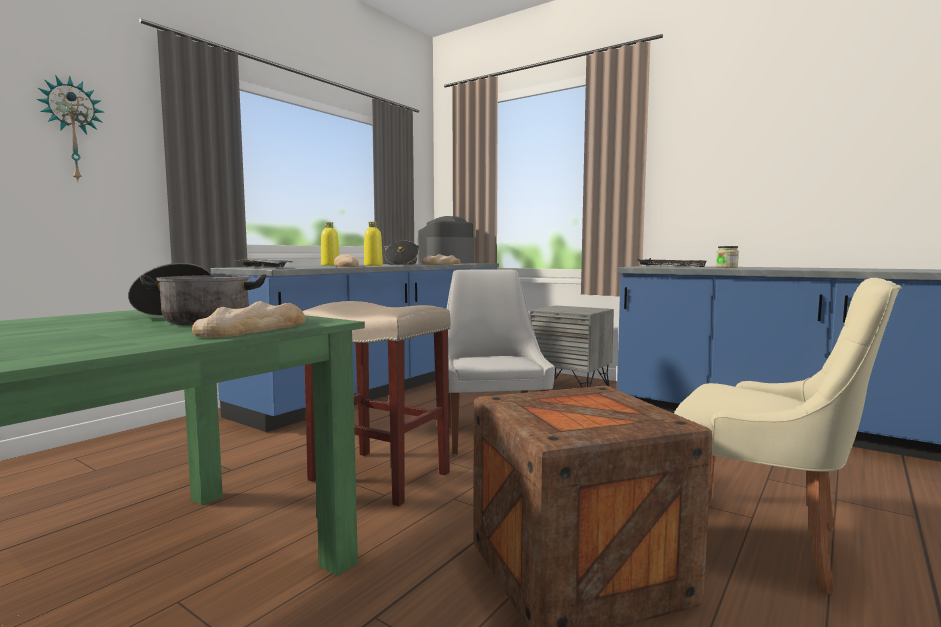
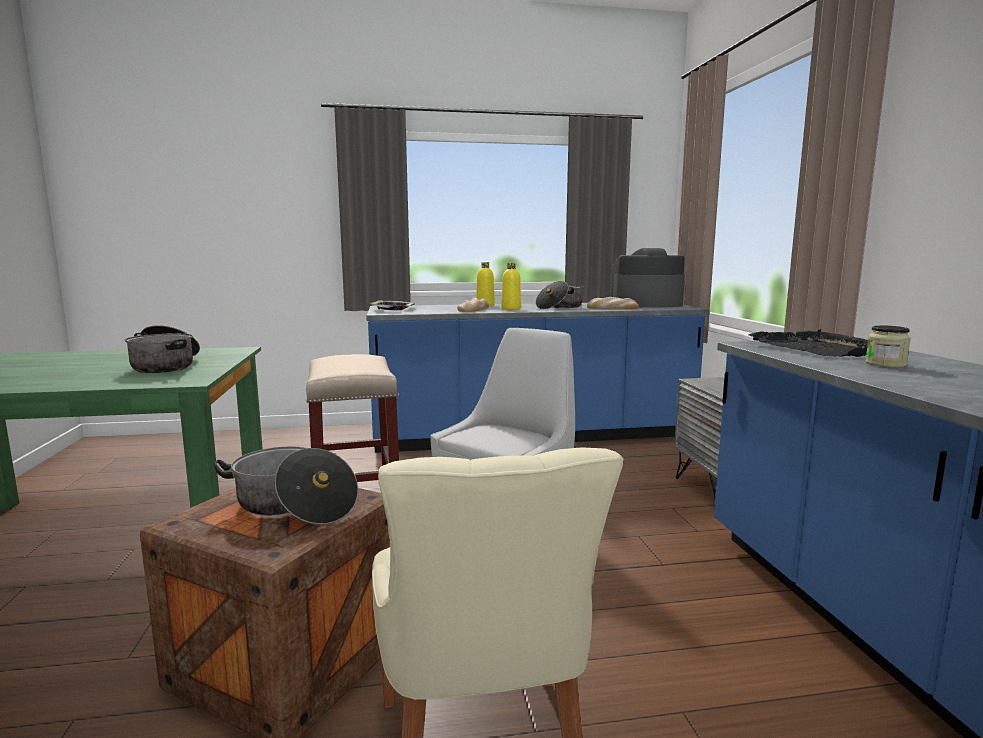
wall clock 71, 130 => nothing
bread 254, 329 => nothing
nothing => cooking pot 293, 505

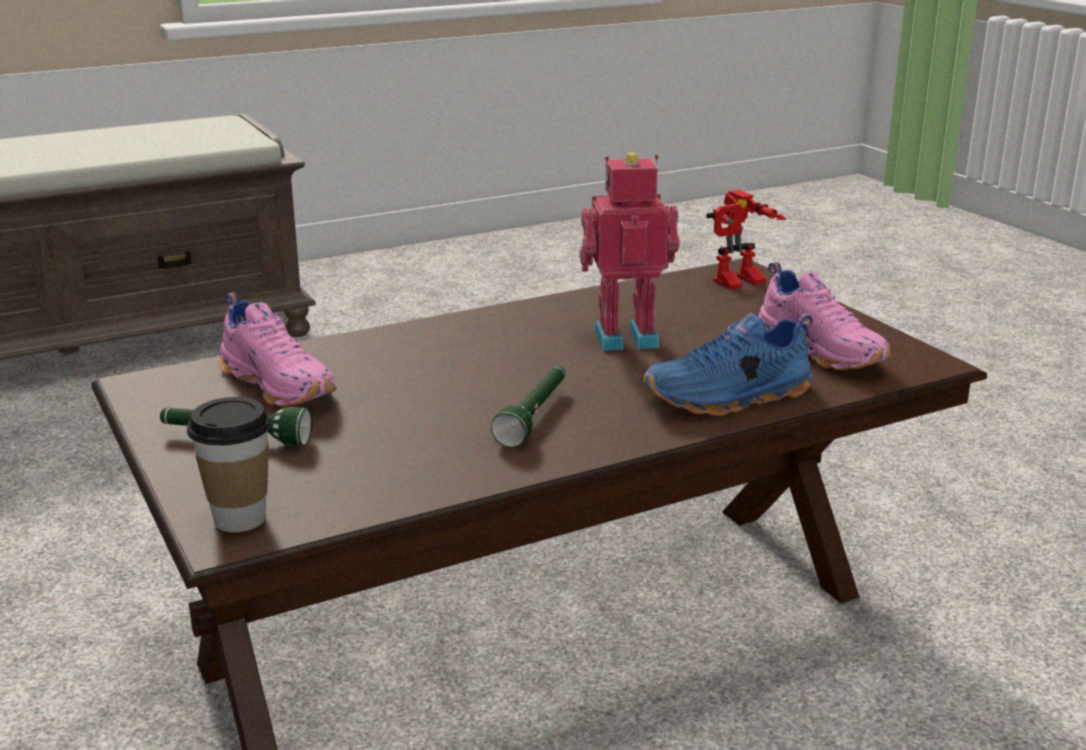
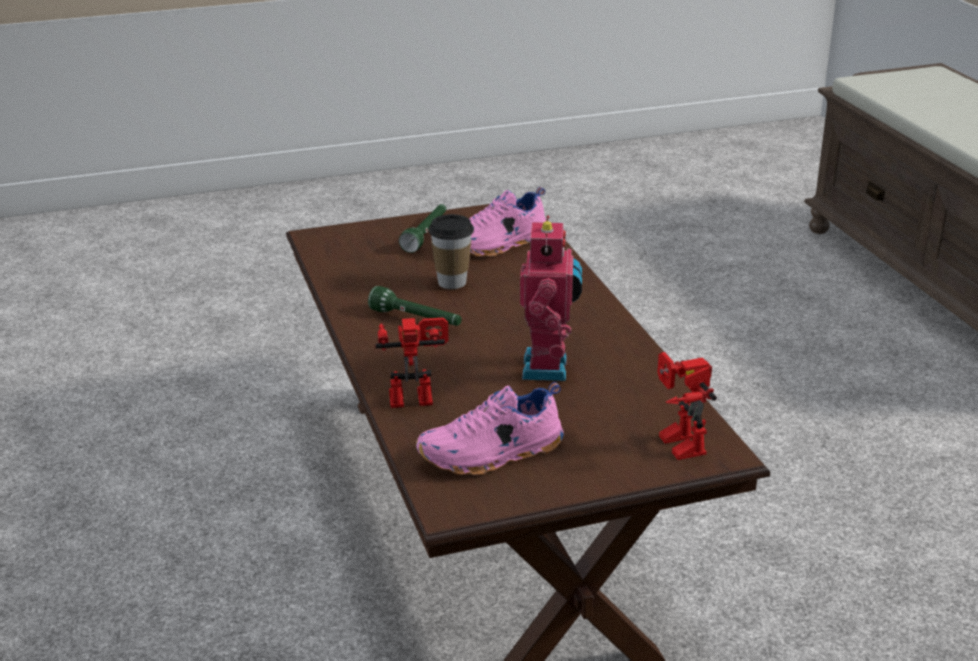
cup 240, 519 => cup 452, 282, moved
blue shoe 730, 398 => toy robot 413, 395

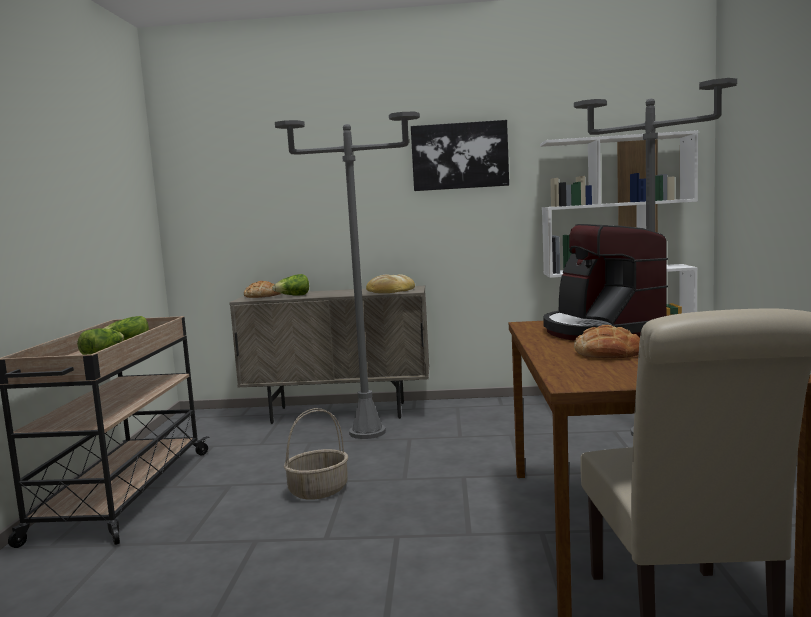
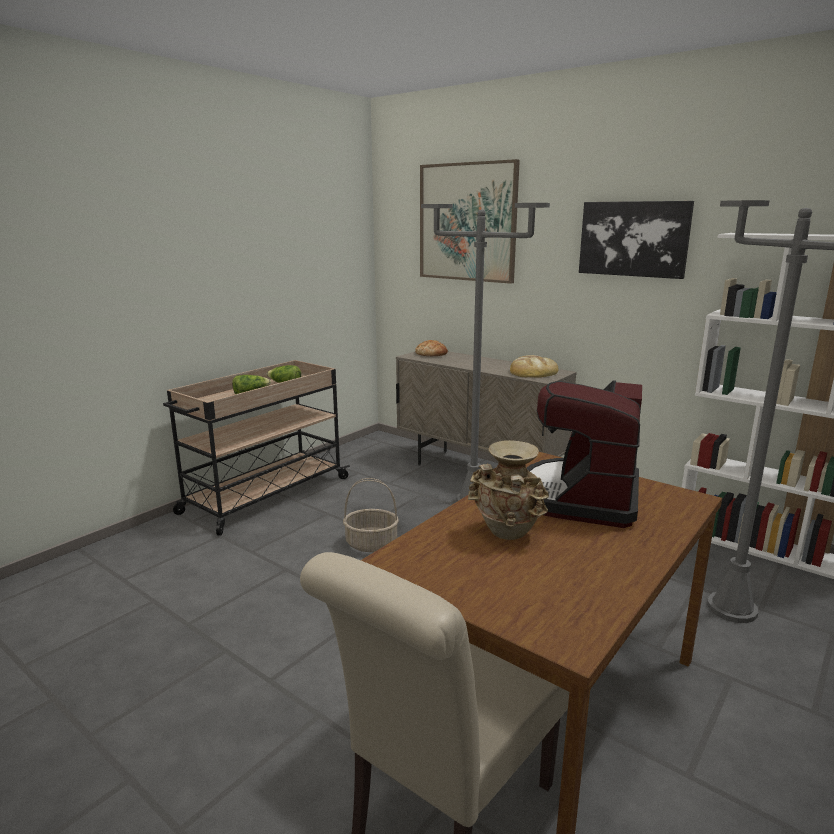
lettuce 293, 296 => nothing
nothing => picture 467, 222
bread 608, 353 => beige vase 507, 533

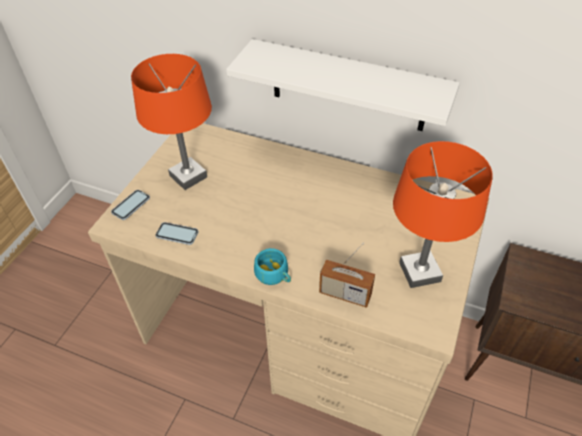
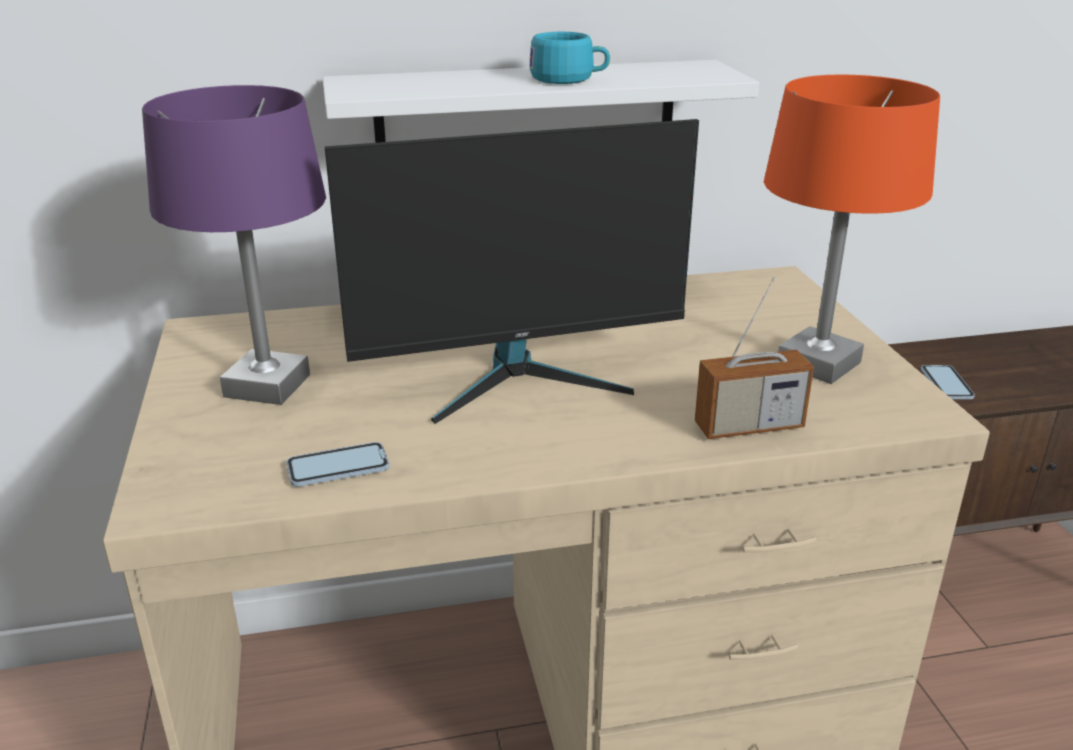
nothing => monitor 520, 378
phone 131, 205 => phone 946, 384, moved
turquoise cup 274, 275 => turquoise cup 569, 79, moved
orange table lamp 188, 177 => purple table lamp 267, 386

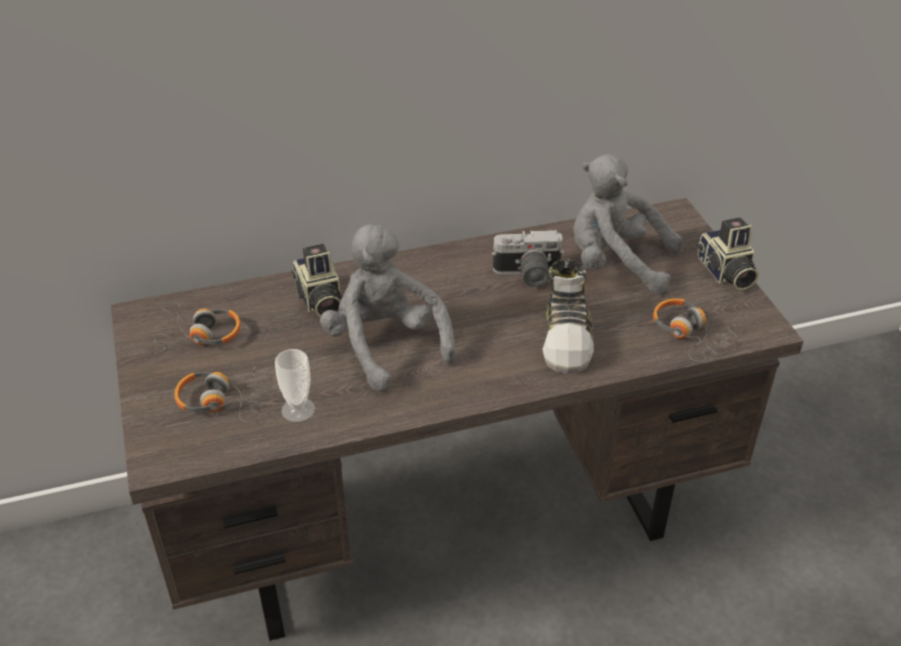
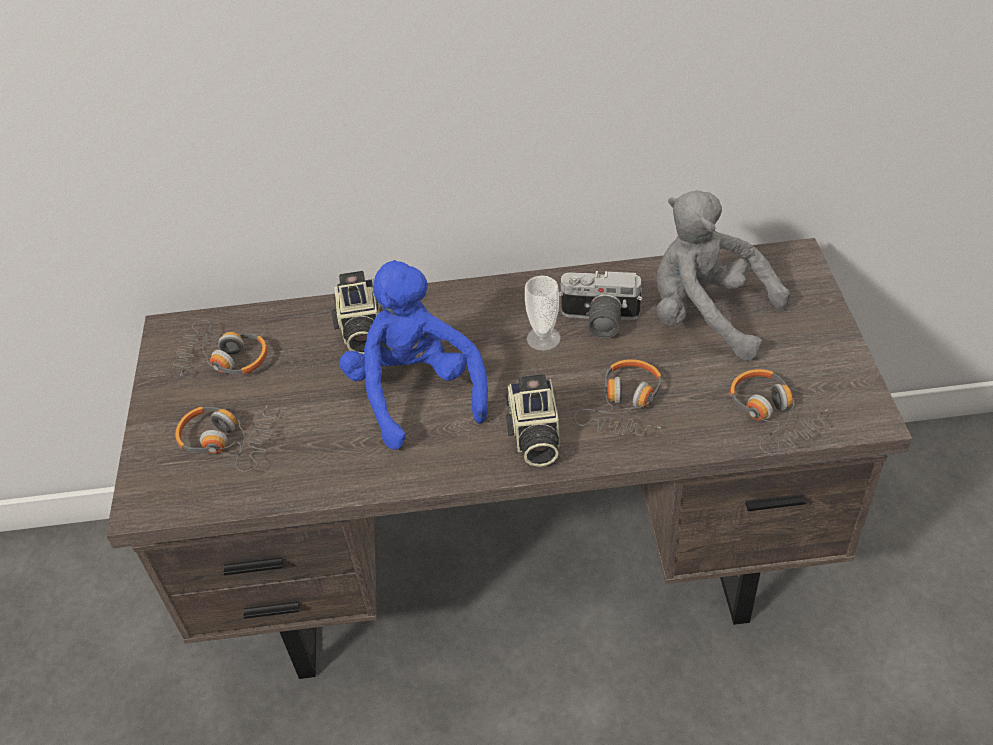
cup 298, 410 => cup 543, 338, moved
photo camera 725, 273 => photo camera 533, 436, moved
shoe 568, 338 => headphones 625, 406
grey plush toy 384, 345 => blue plush toy 416, 392

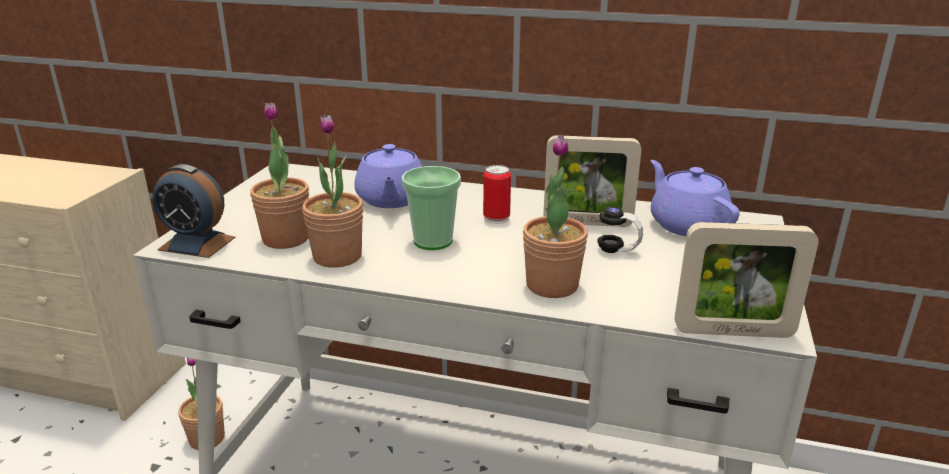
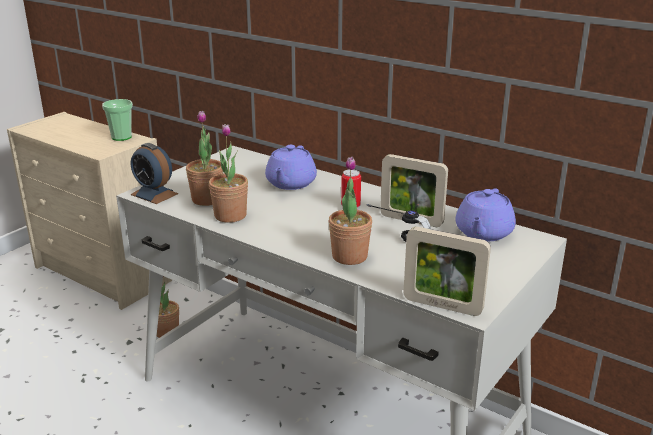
cup 433, 241 => cup 121, 137, moved
purple teapot 686, 225 => purple teapot 483, 233, 150 degrees counterclockwise

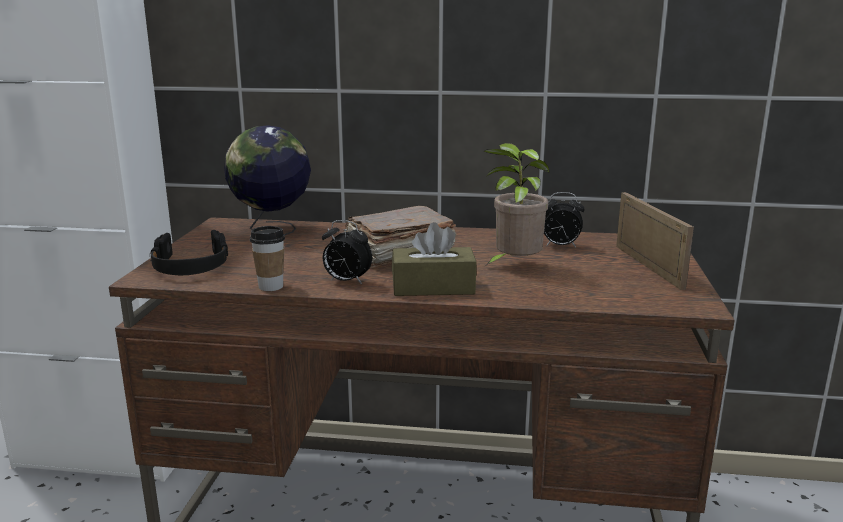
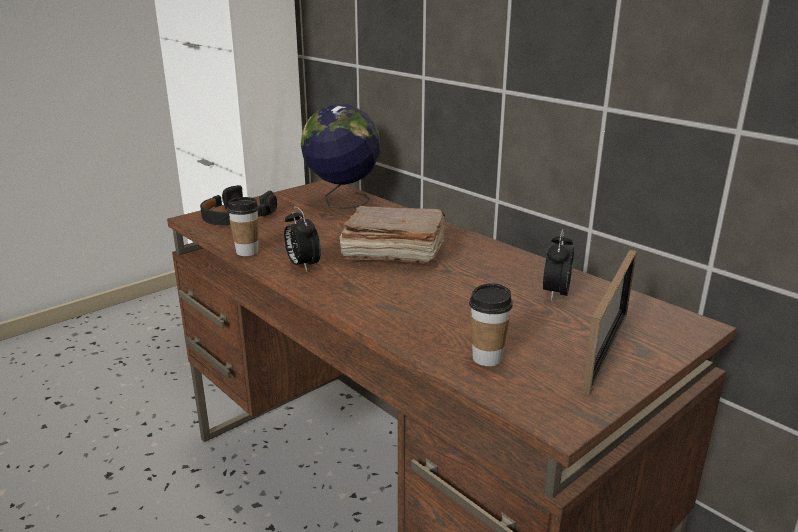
brown tissue box 433, 287 => nothing
potted plant 514, 266 => nothing
nothing => cup 487, 358
alarm clock 560, 246 => alarm clock 555, 293, 60 degrees clockwise

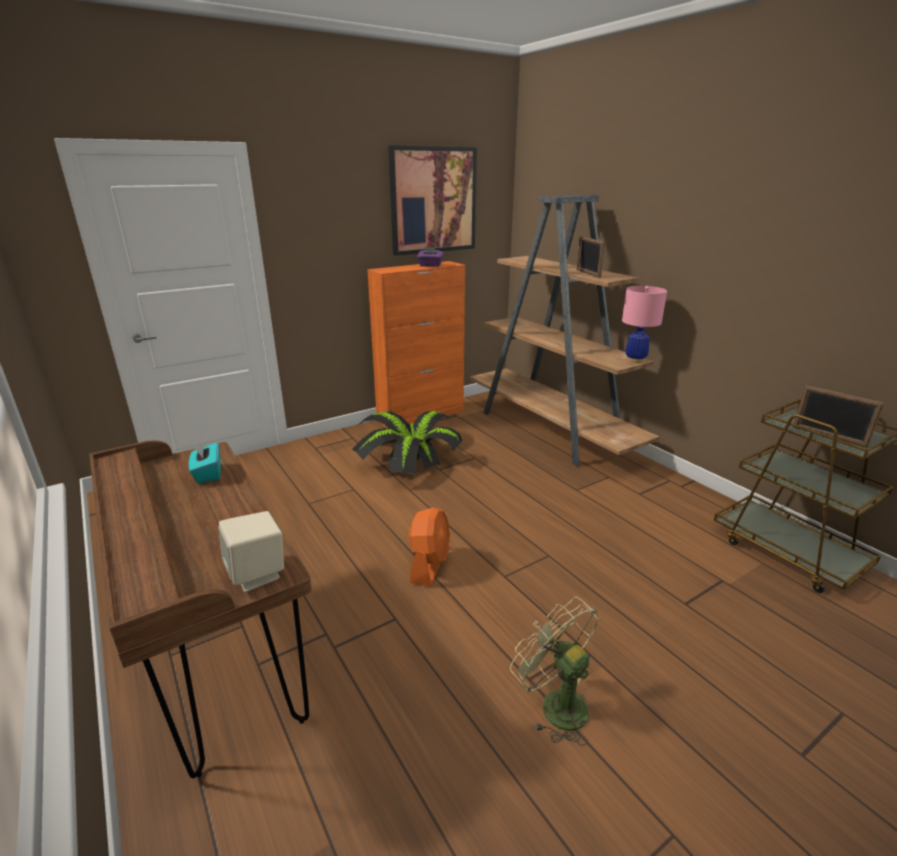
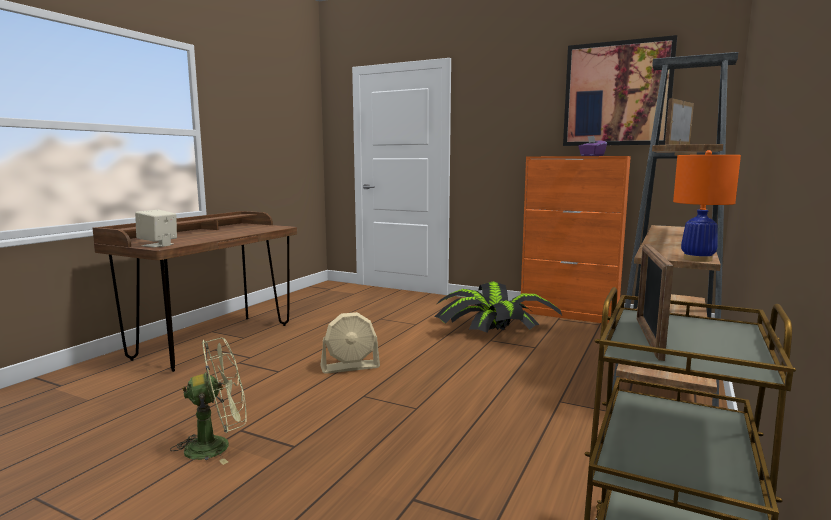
turquoise tissue box 208, 473 => nothing
orange fan 429, 564 => beige fan 350, 367
pink table lamp 635, 360 => orange table lamp 698, 259
green fan 555, 703 => green fan 217, 446, 45 degrees clockwise

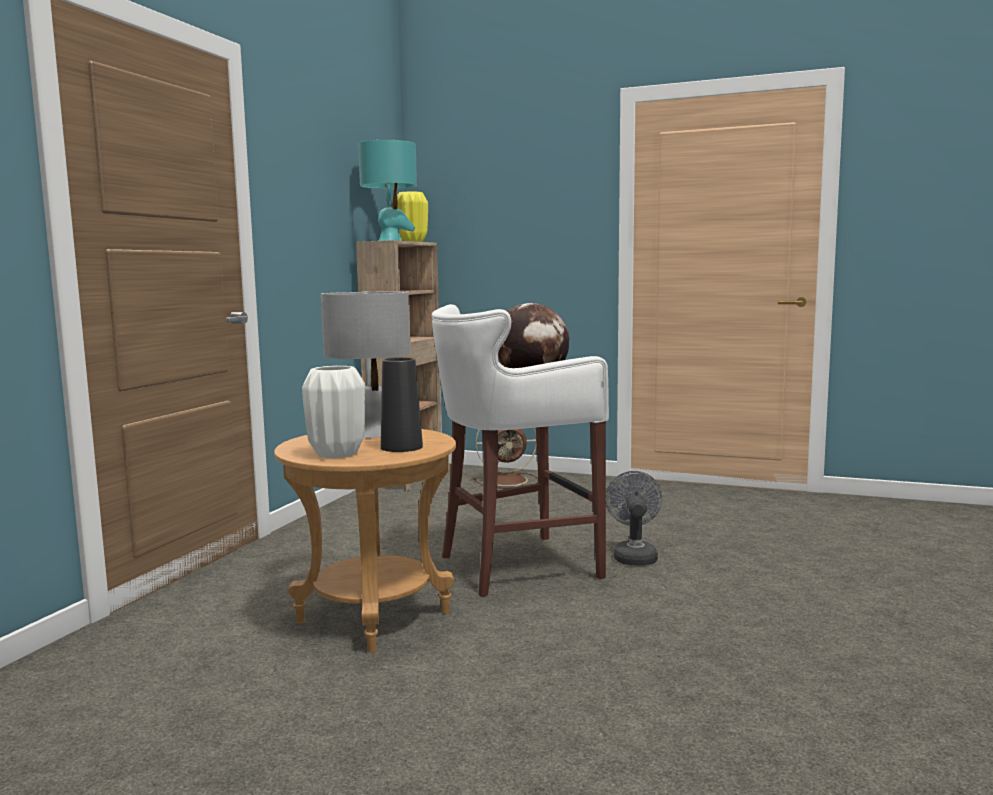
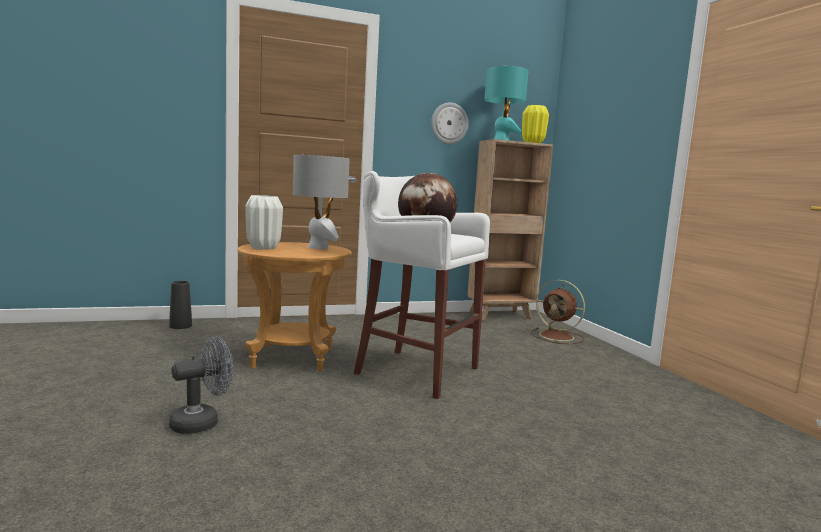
nothing => wall clock 449, 123
black vase 401, 447 => black vase 180, 326, moved
grey fan 634, 556 => grey fan 202, 422, moved

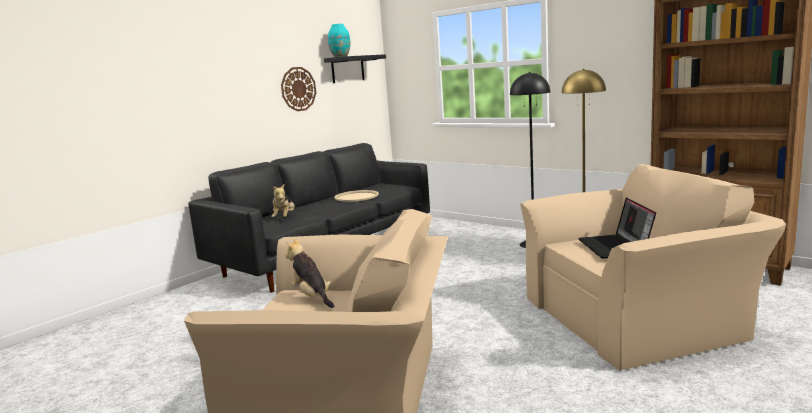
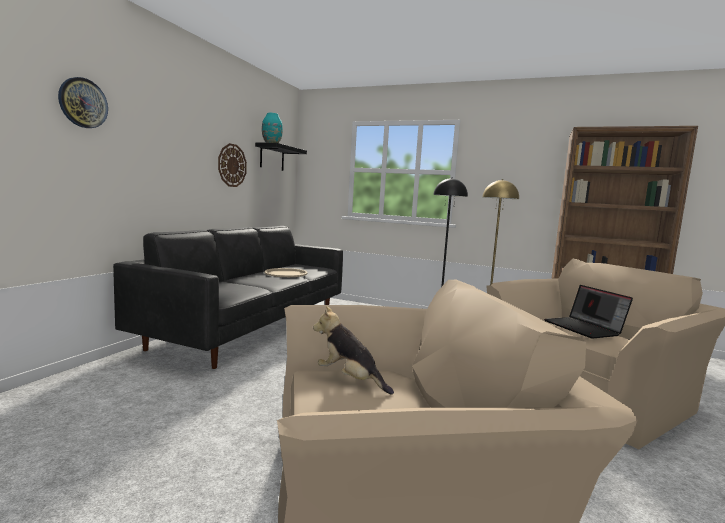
plush toy 284, 217 => nothing
nothing => wall clock 83, 103

